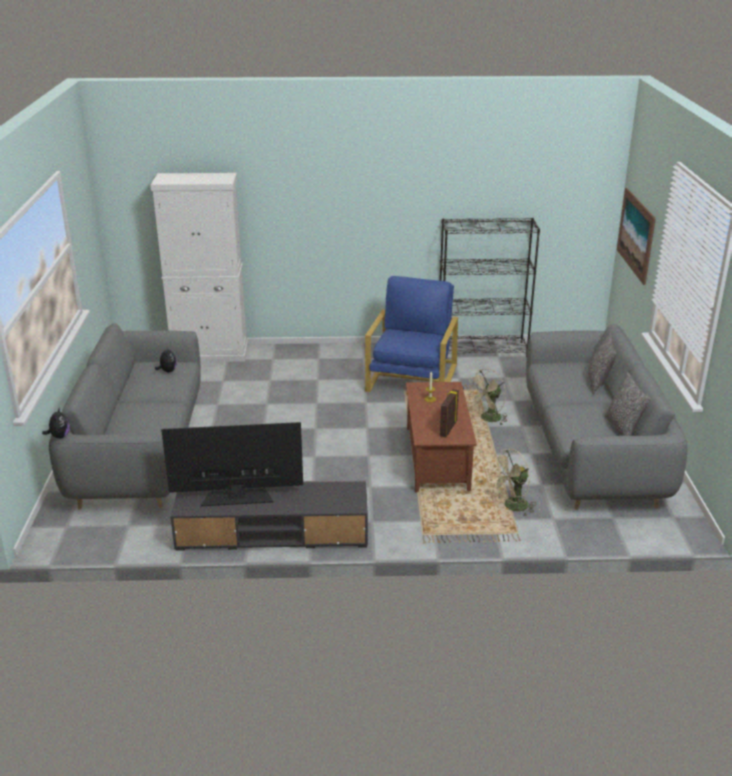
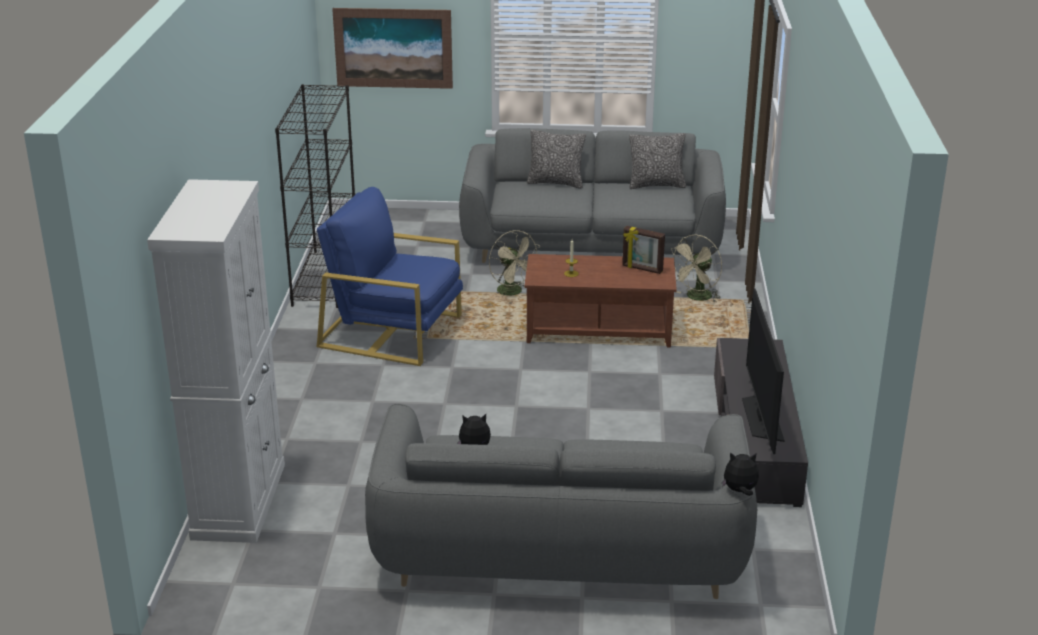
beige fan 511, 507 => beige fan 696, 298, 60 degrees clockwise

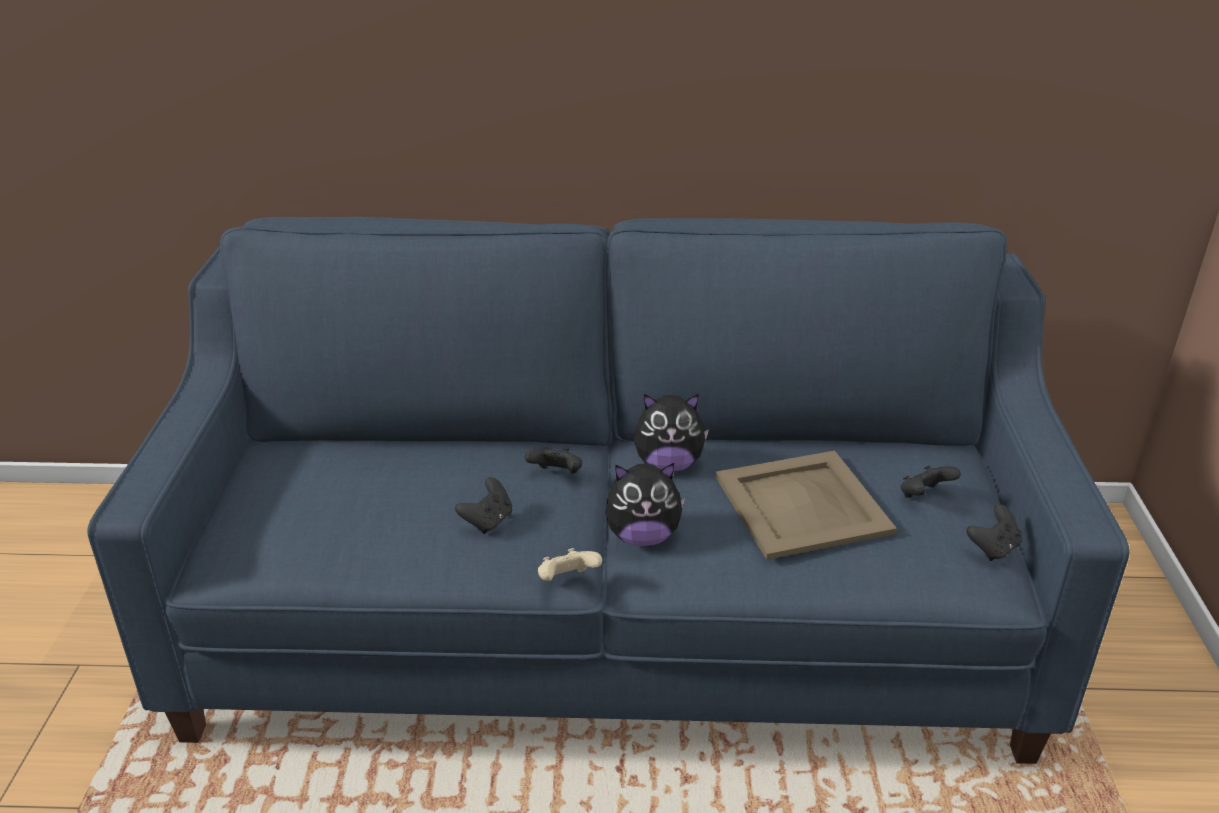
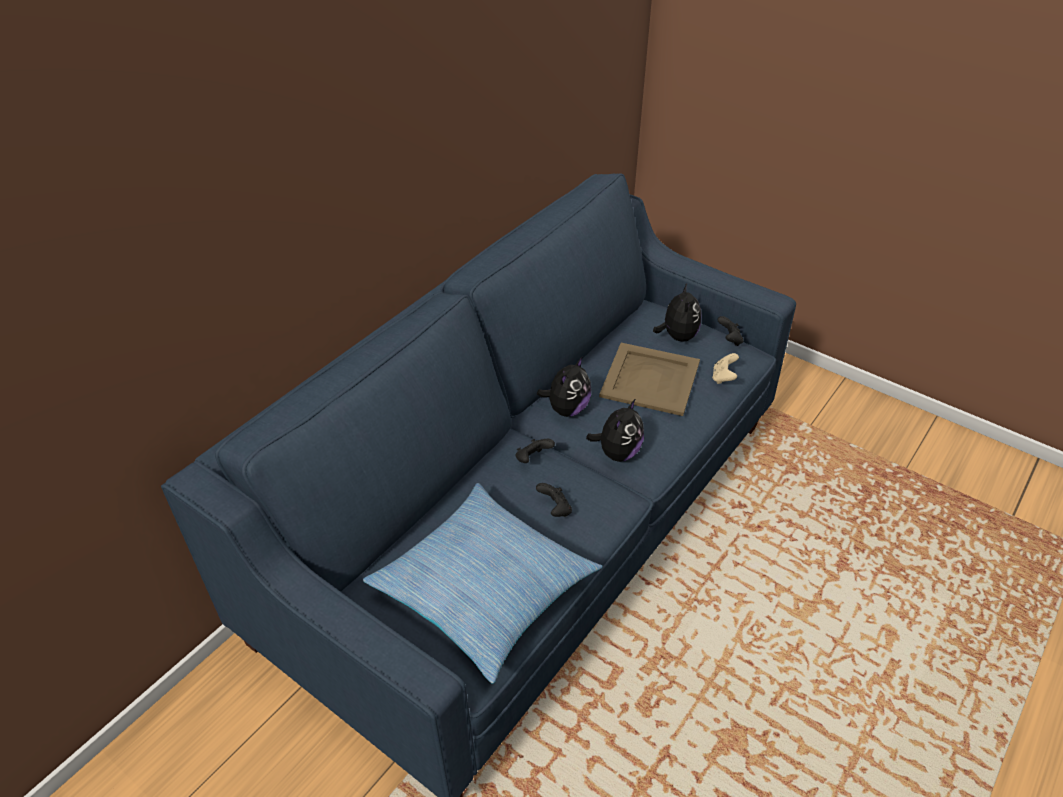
nothing => pillow 484, 587
beige game controller 567, 581 => beige game controller 723, 377, moved
black game controller 924, 496 => plush toy 677, 336

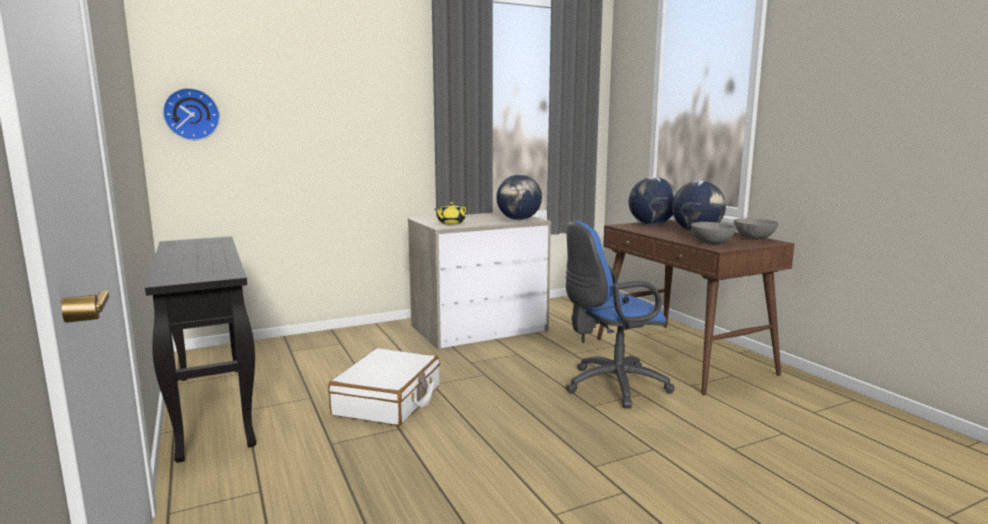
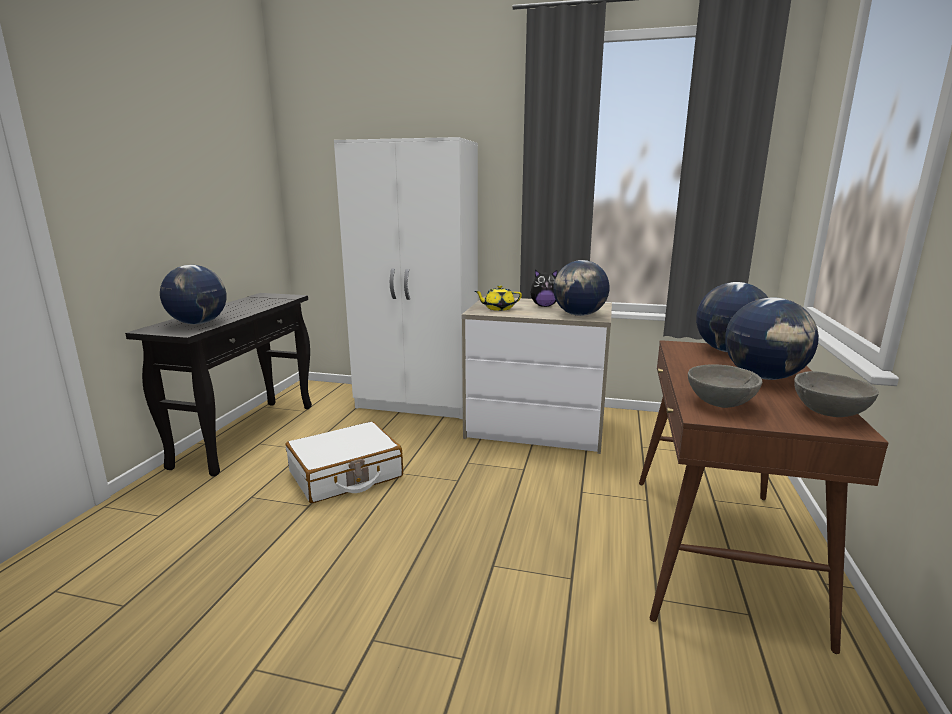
wall clock 191, 114 => nothing
blue office chair 610, 386 => nothing
nothing => globe 199, 323
nothing => white wardrobe 418, 403
nothing => plush toy 544, 306

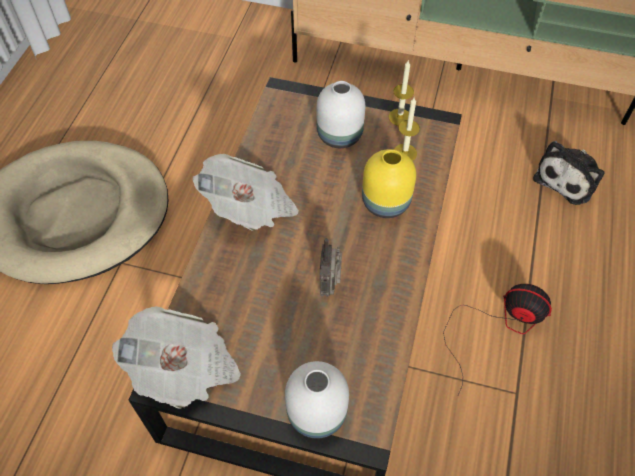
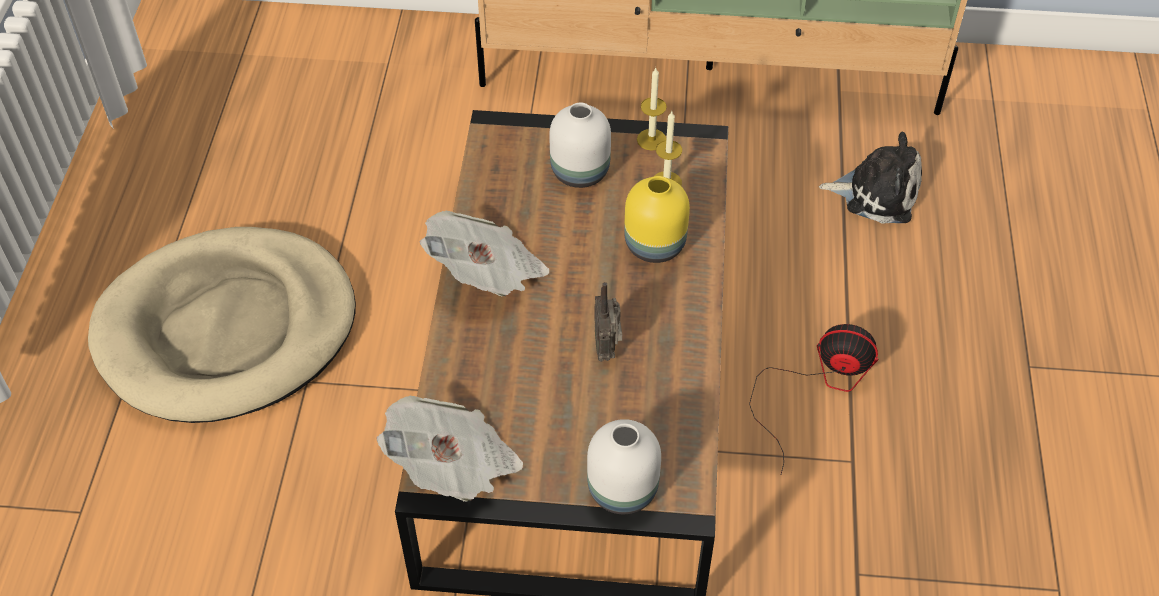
plush toy 568, 178 => plush toy 876, 193, 105 degrees counterclockwise

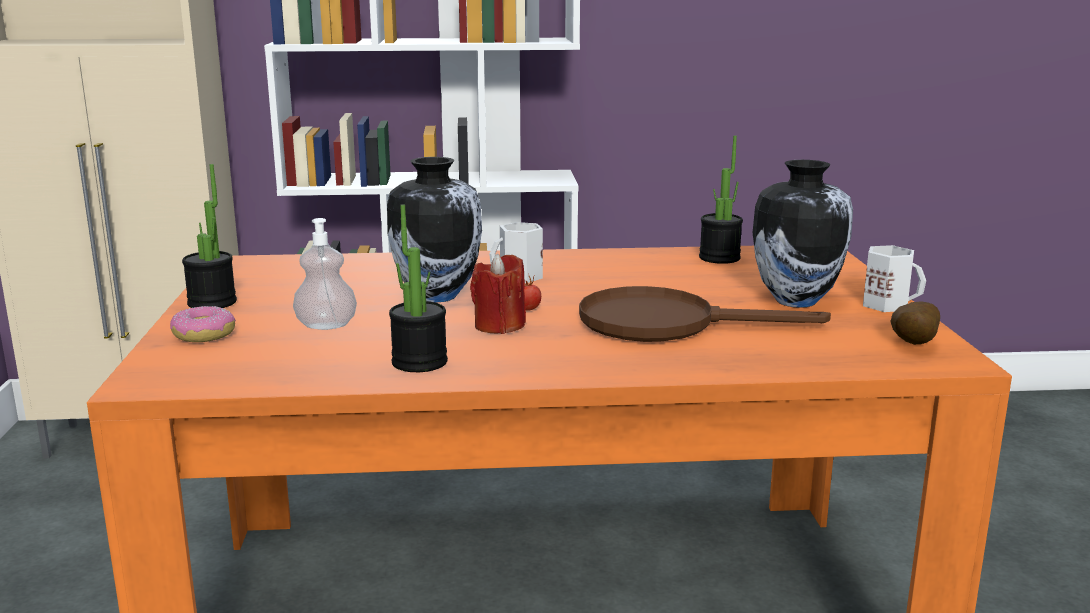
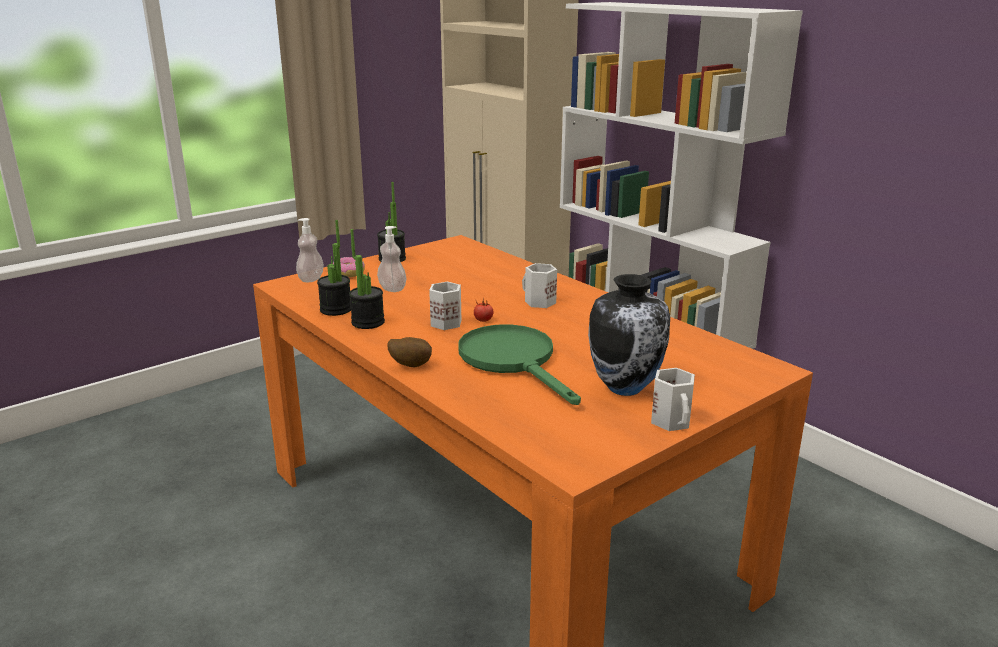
vase 437, 296 => nothing
nothing => soap dispenser 311, 279
potted plant 719, 258 => potted plant 336, 309, moved
potato 911, 344 => potato 410, 365, moved
red candle 499, 326 => white mug 446, 322
brown frying pan 666, 323 => green frying pan 513, 361

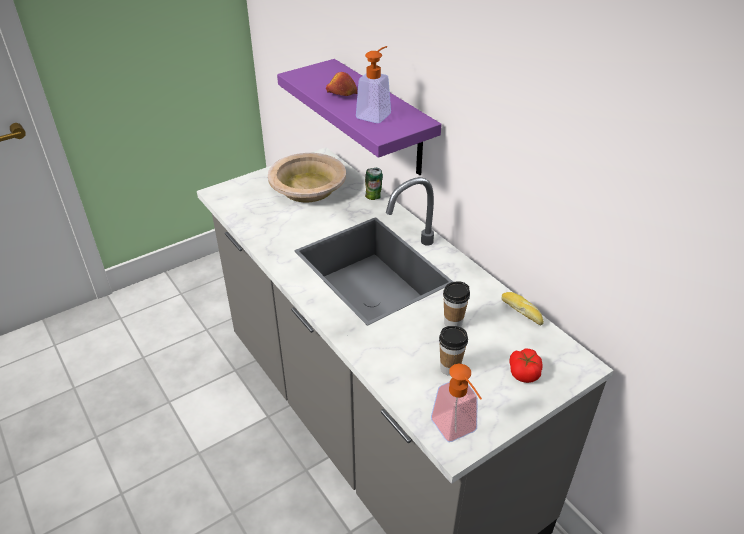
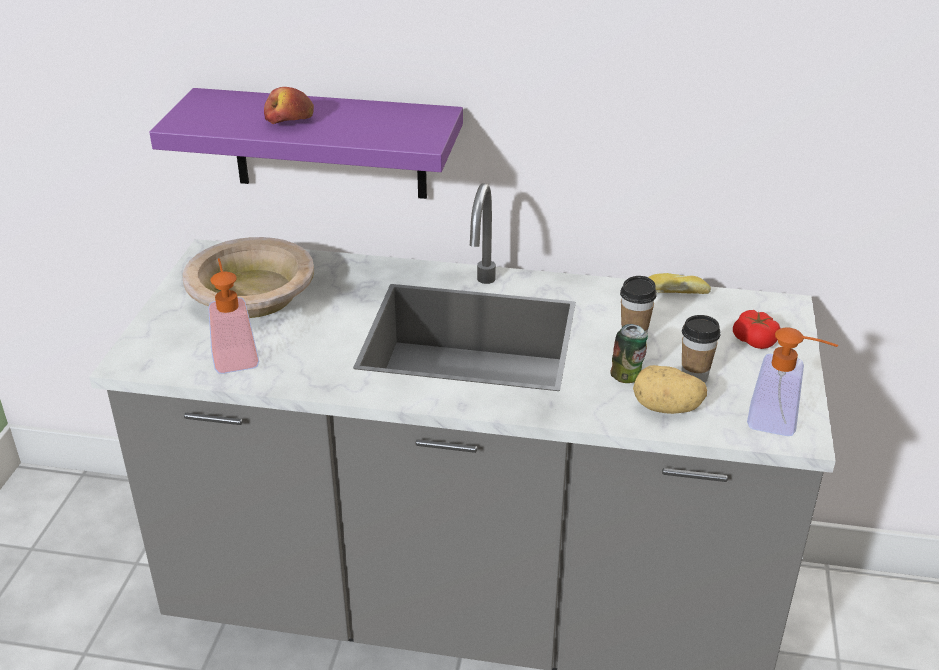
nothing => potato 666, 408
soap dispenser 376, 113 => soap dispenser 234, 355, moved
can 373, 197 => can 627, 376, moved

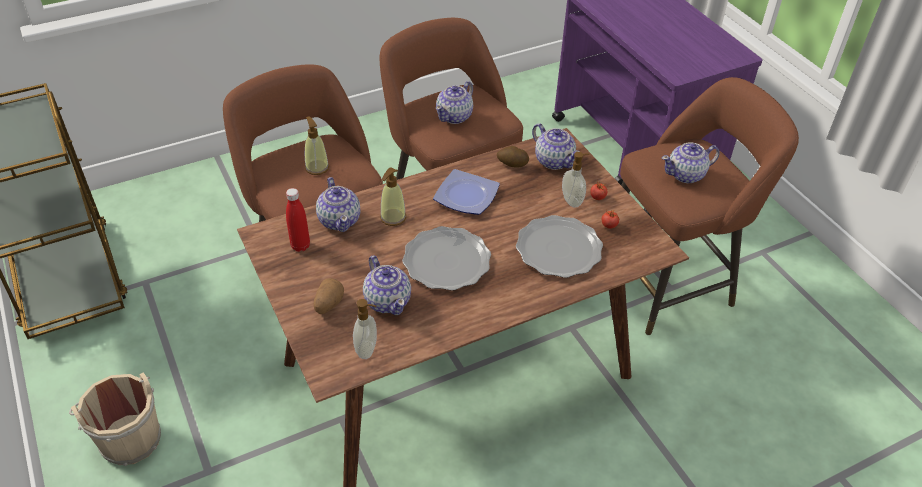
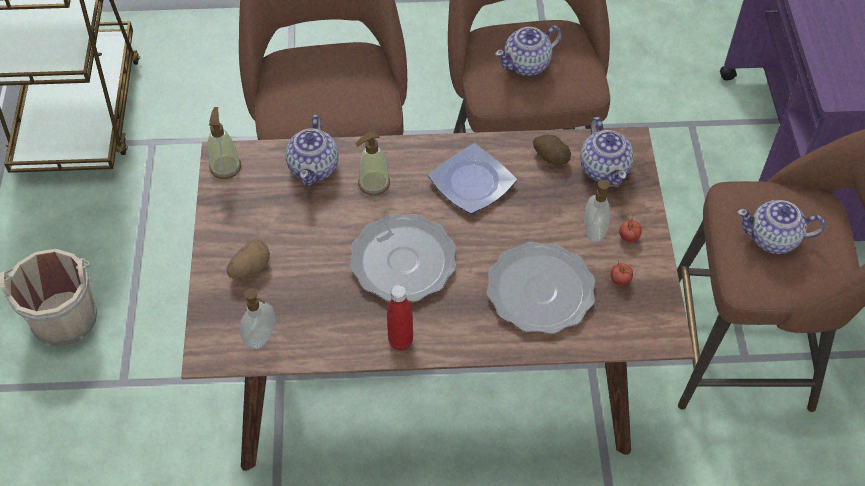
teapot 388, 300 => nothing
red bottle 300, 246 => red bottle 400, 341, moved
soap dispenser 317, 167 => soap dispenser 225, 167, moved

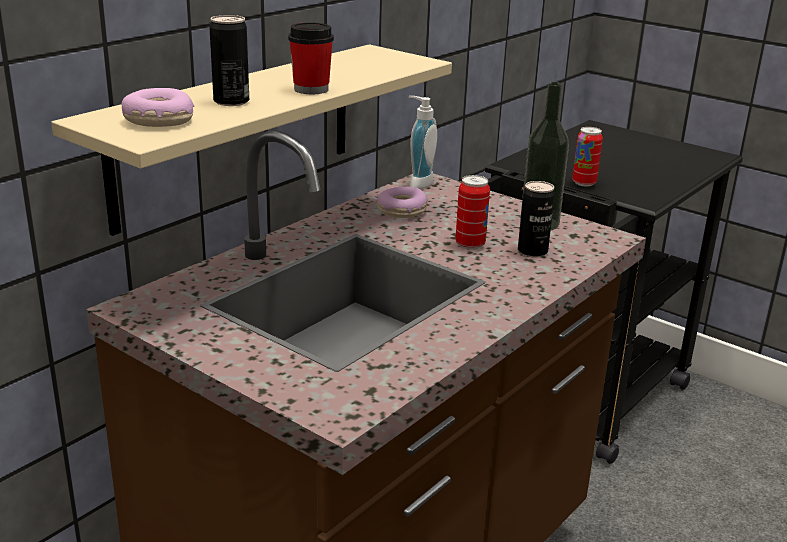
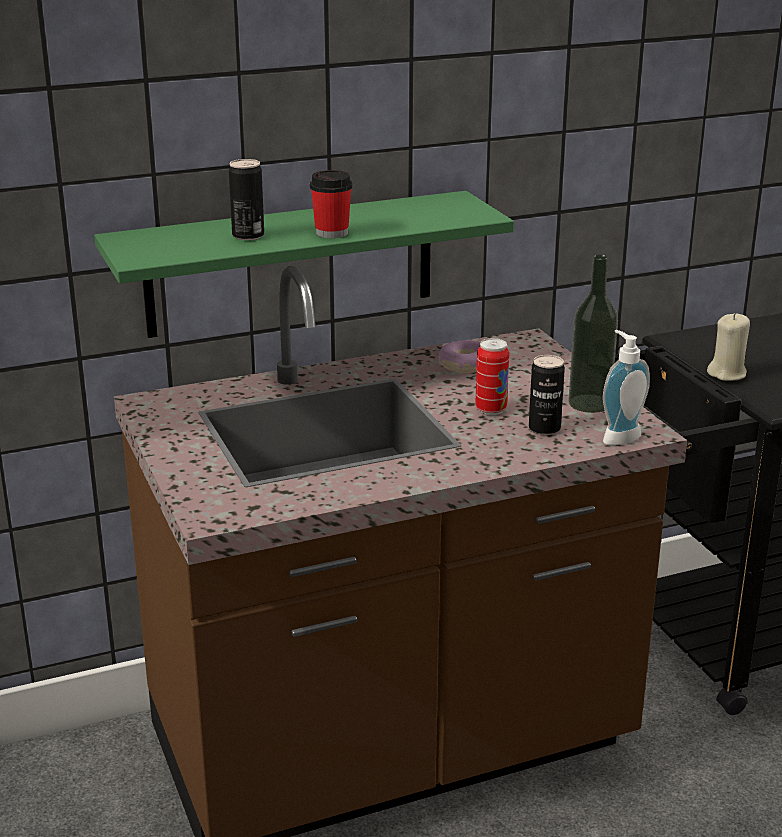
donut 158, 120 => nothing
soap dispenser 417, 183 => soap dispenser 618, 436, moved
can 584, 183 => beige candle 727, 374
beige shelf 237, 133 => green shelf 291, 264

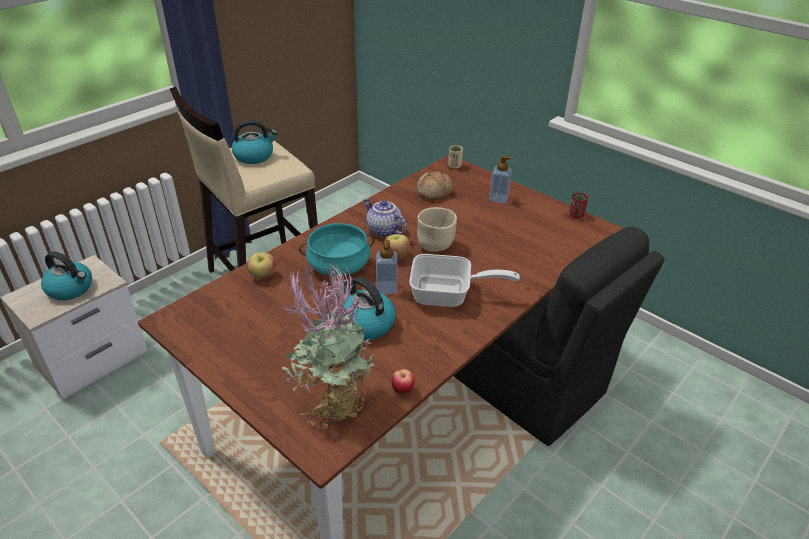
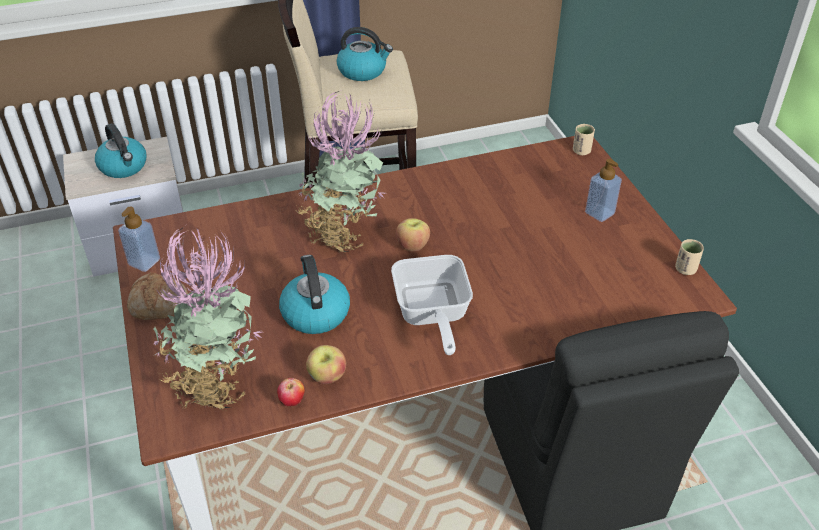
teapot 383, 231 => nothing
beige bowl 436, 246 => nothing
apple 263, 276 => apple 327, 377, moved
soap dispenser 386, 288 => soap dispenser 144, 262, moved
bread 434, 192 => bread 158, 305, moved
turquoise cooking pot 339, 265 => potted plant 342, 234
red cup 576, 215 => beige cup 685, 269
frying pan 448, 295 => frying pan 431, 315, 45 degrees clockwise

